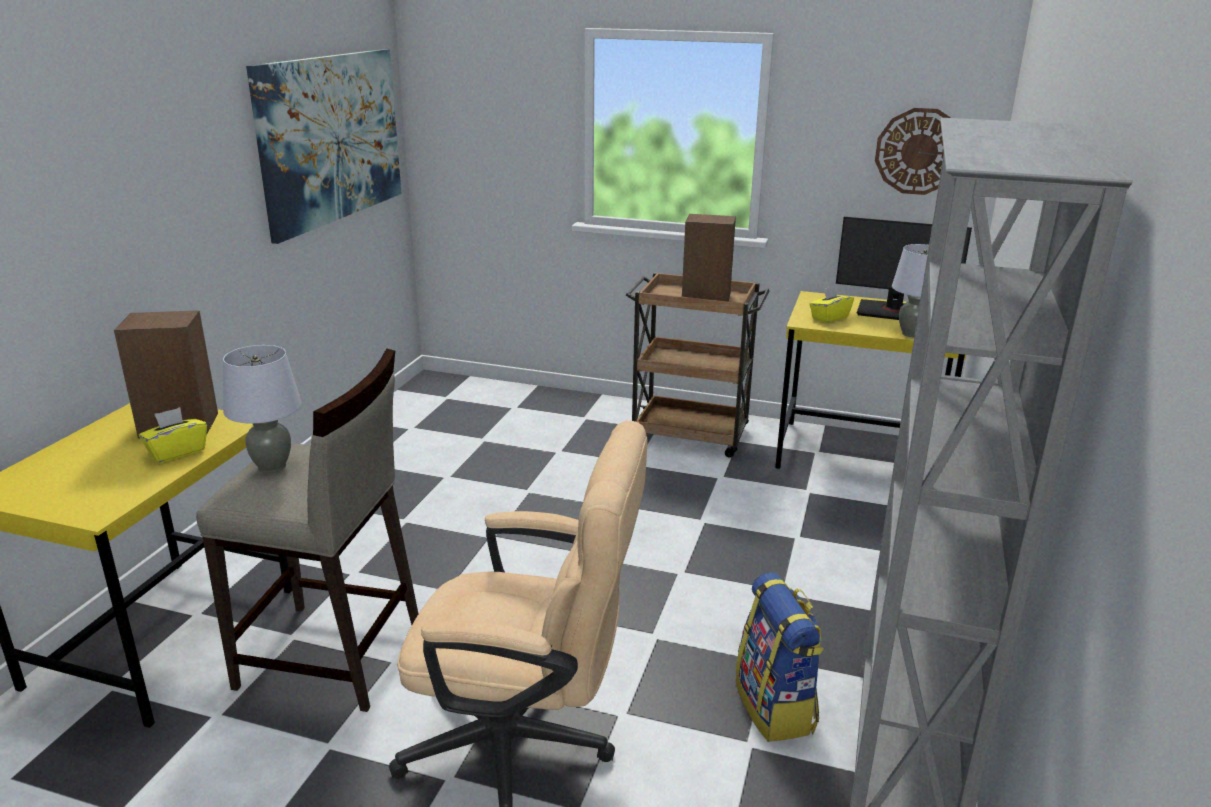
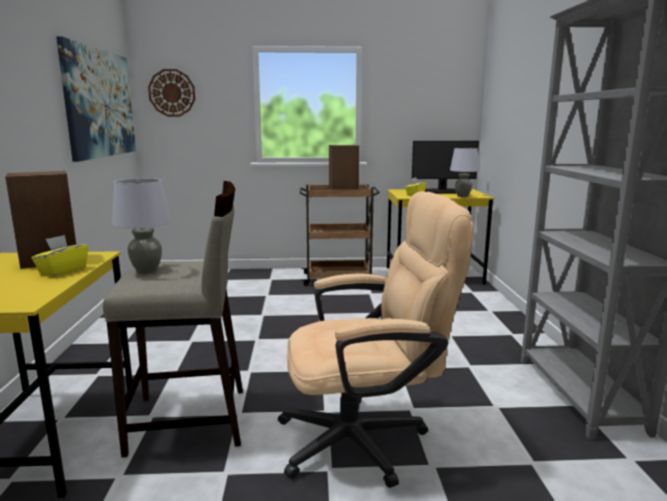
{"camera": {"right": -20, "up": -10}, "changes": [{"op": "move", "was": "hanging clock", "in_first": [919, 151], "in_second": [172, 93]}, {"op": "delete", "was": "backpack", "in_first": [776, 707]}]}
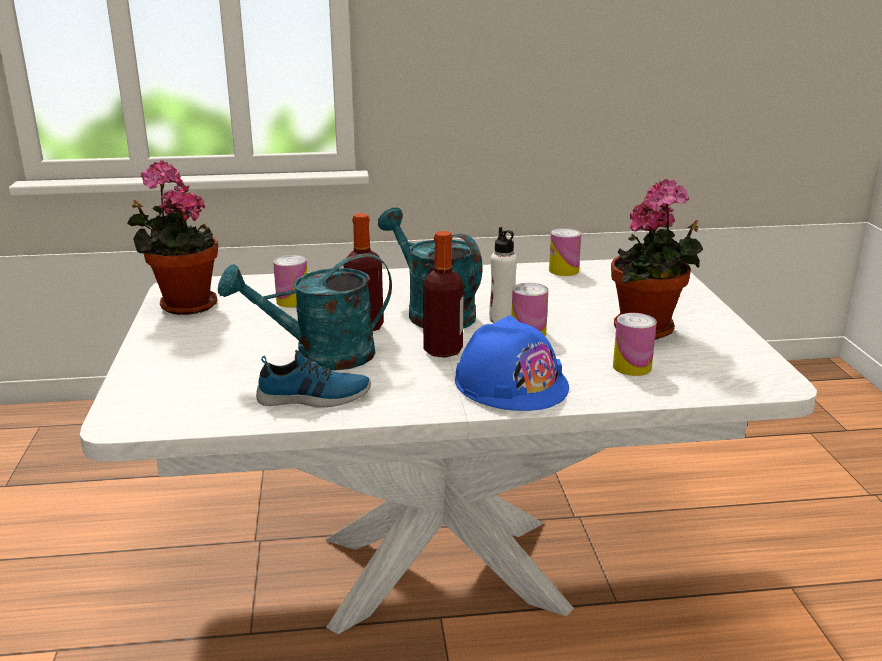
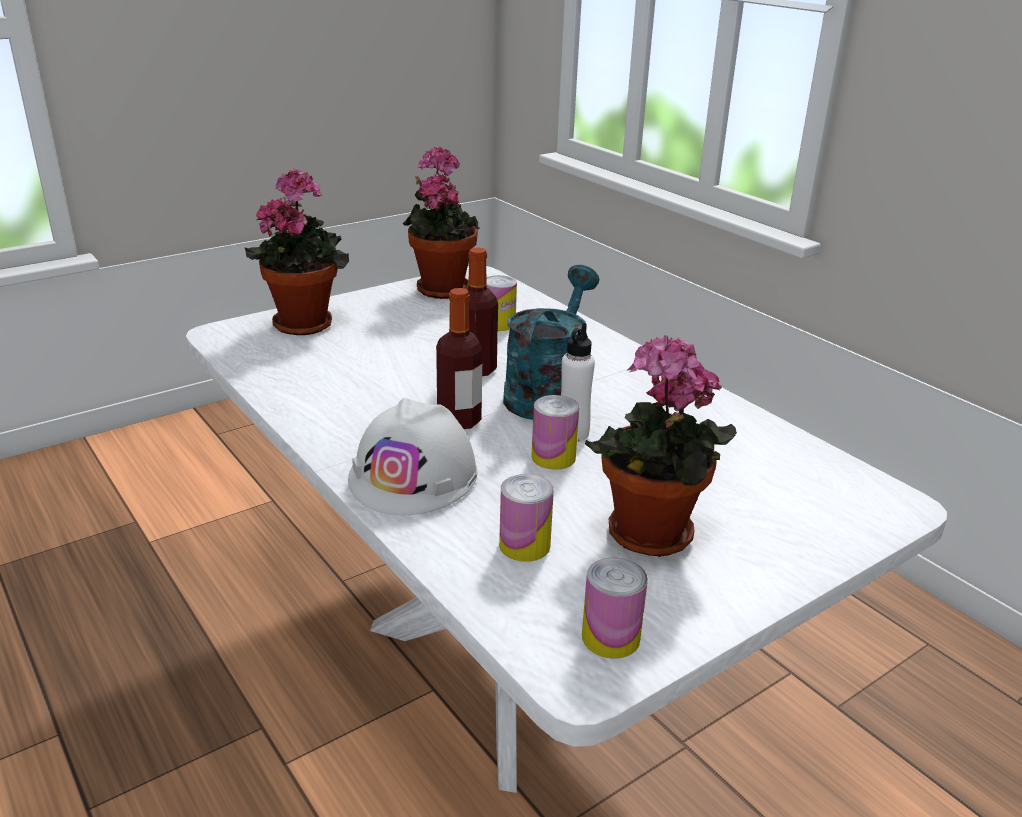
{"camera": {"right": 60, "up": 5}, "changes": [{"op": "move", "was": "can", "in_first": [563, 270], "in_second": [610, 637]}, {"op": "delete", "was": "blue-green sprinkling can", "in_first": [320, 356]}, {"op": "recolor", "was": "blue work helmet", "now": "white-coloured work helmet", "in_first": [511, 383], "in_second": [414, 476]}, {"op": "delete", "was": "shoe", "in_first": [314, 398]}, {"op": "insert", "now": "houseplant", "in_second": [305, 322]}]}
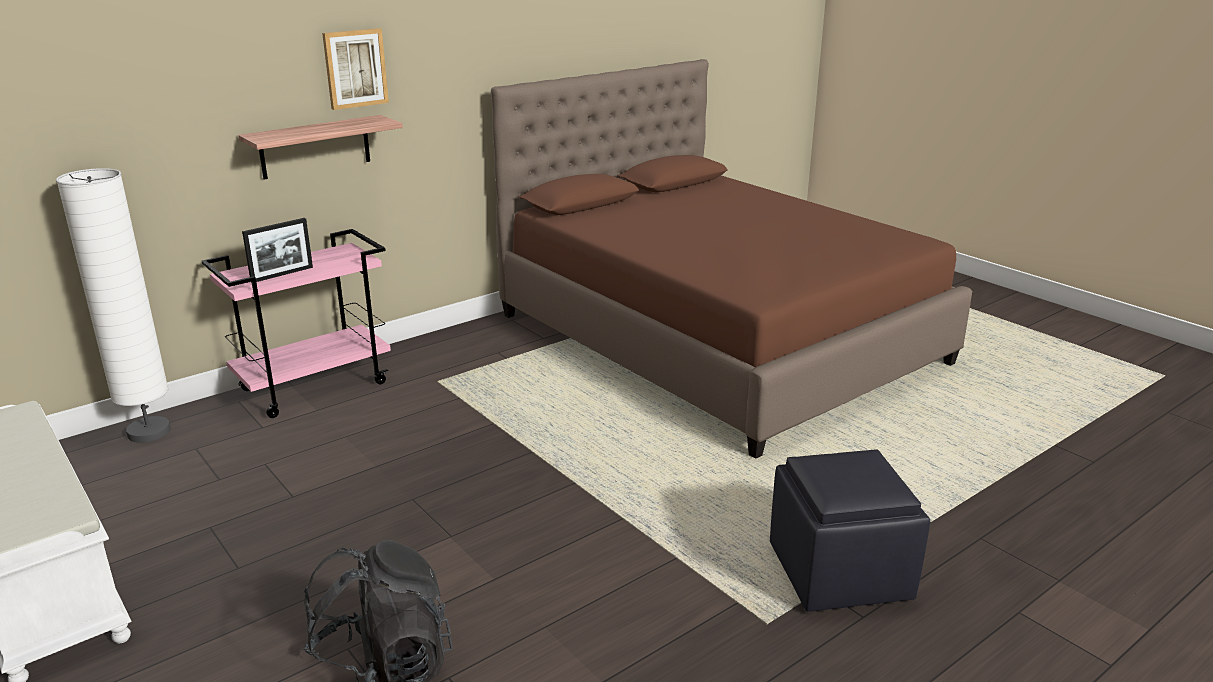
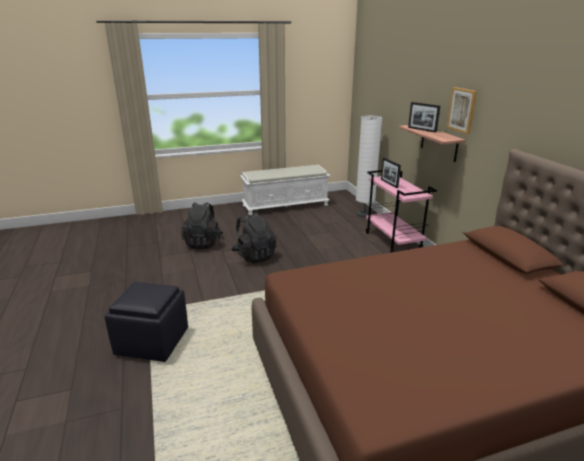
{"camera": {"right": 110, "up": 0}, "changes": [{"op": "insert", "now": "photo frame", "in_second": [422, 130]}, {"op": "insert", "now": "blackish backpack", "in_second": [254, 256]}]}
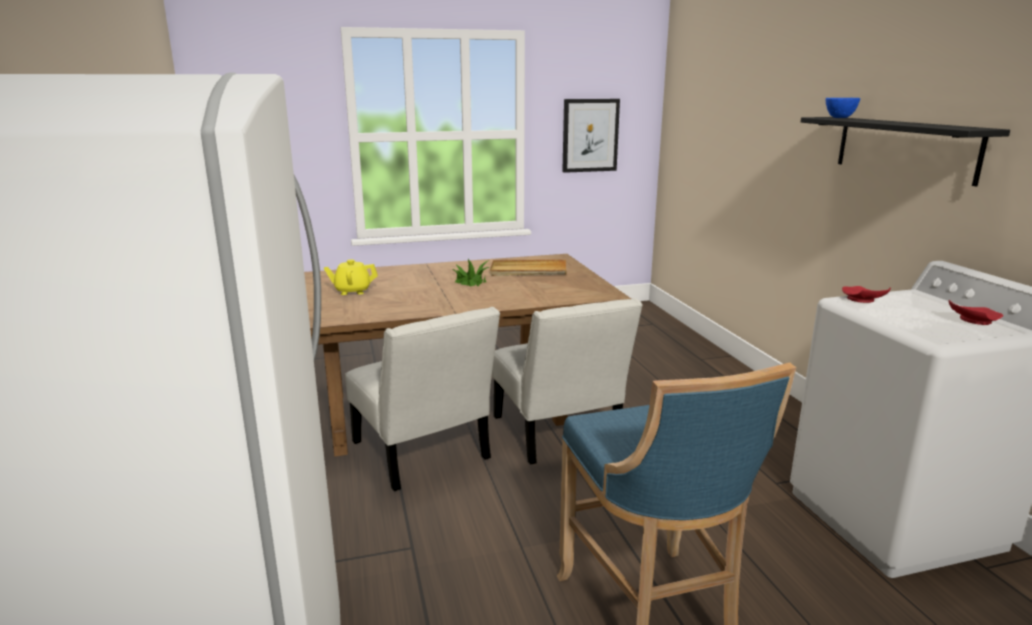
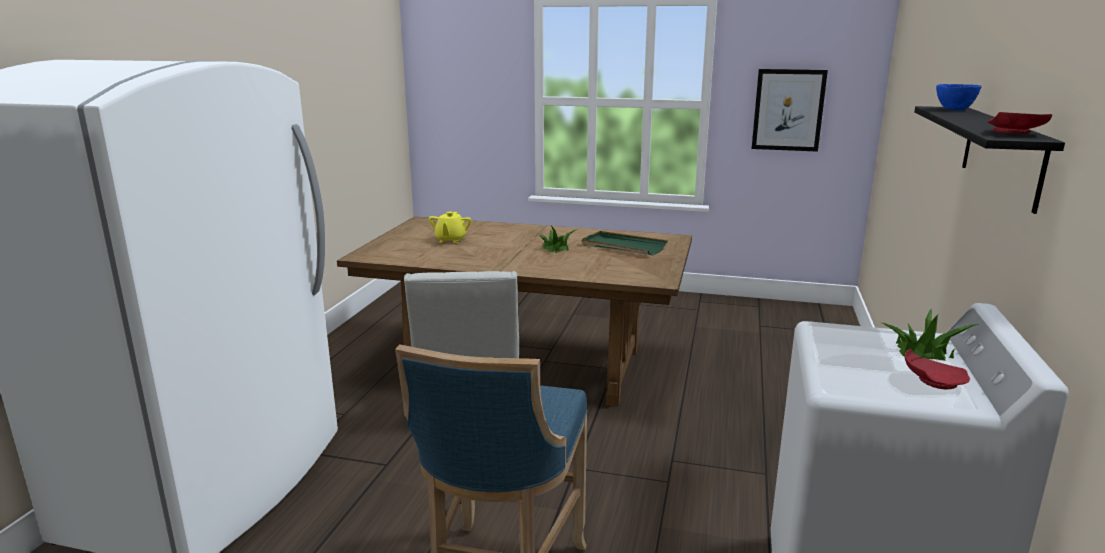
{"camera": {"right": 30, "up": 0}, "changes": [{"op": "recolor", "was": "beige-coloured serving tray", "now": "greenish serving tray", "in_first": [528, 271], "in_second": [623, 246]}, {"op": "rotate", "was": "yellow-coloured pot for tea", "in_first": [352, 291], "in_second": [450, 240], "clockwise": -105}, {"op": "move", "was": "red plate", "in_first": [862, 300], "in_second": [1012, 133]}, {"op": "delete", "was": "white-coloured plain chair", "in_first": [558, 435]}, {"op": "insert", "now": "houseplant", "in_second": [923, 351]}]}
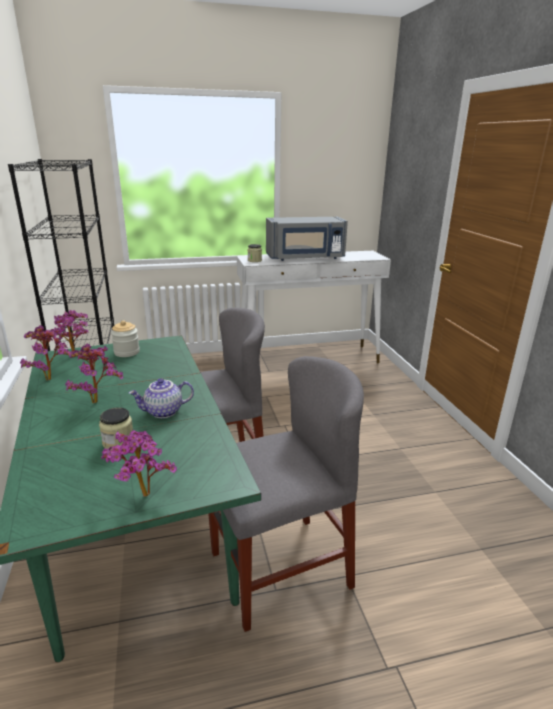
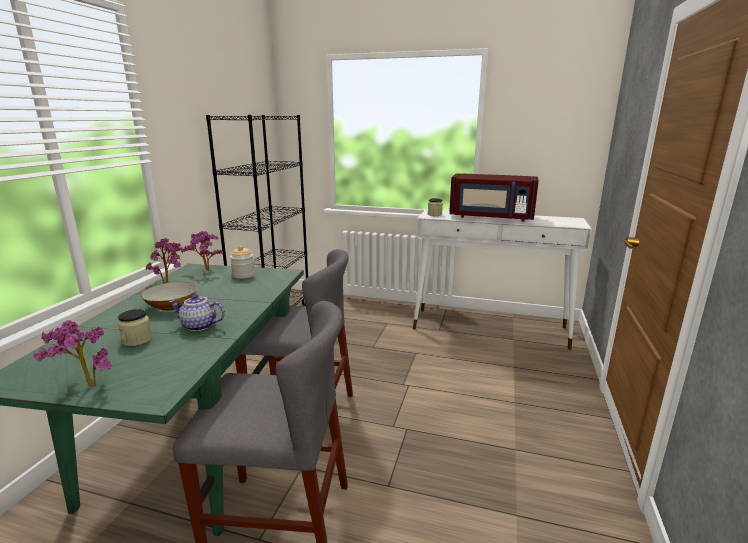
{"camera": {"right": 30, "up": -5}, "changes": [{"op": "recolor", "was": "gray kitchen microwave", "now": "red kitchen microwave", "in_first": [305, 258], "in_second": [491, 217]}, {"op": "replace", "was": "houseplant", "now": "serving bowl", "in_first": [97, 400], "in_second": [171, 306]}]}
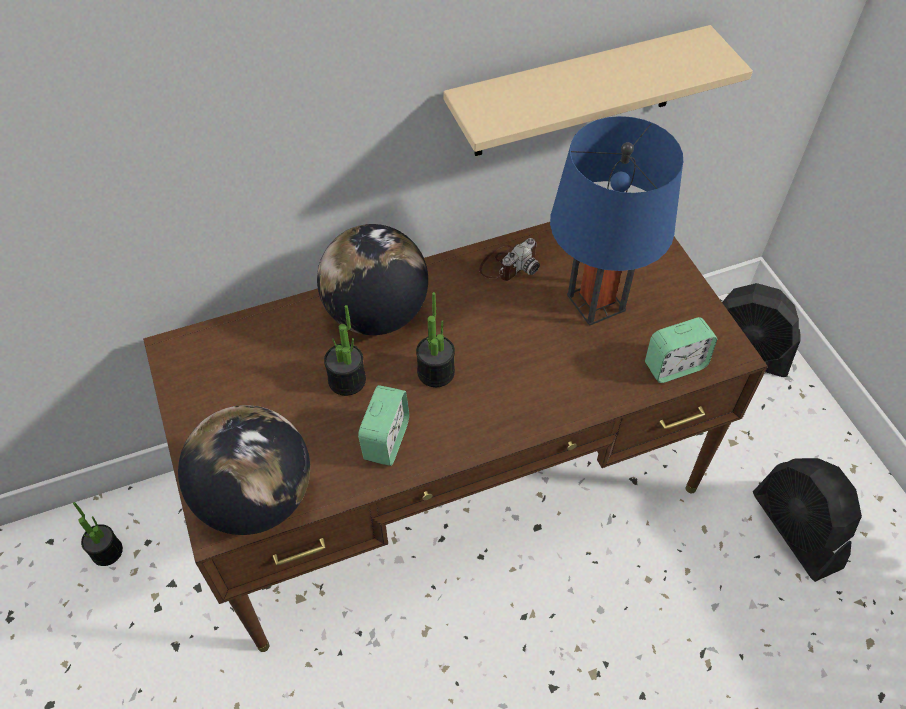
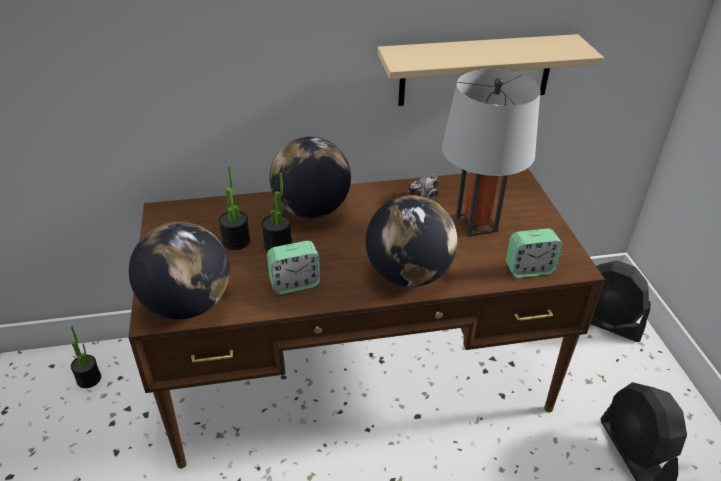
{"camera": {"right": 10, "up": -15}, "changes": [{"op": "recolor", "was": "blue lamp for a table", "now": "gray lamp for a table", "in_first": [595, 302], "in_second": [476, 224]}, {"op": "move", "was": "houseplant", "in_first": [436, 372], "in_second": [236, 241]}, {"op": "rotate", "was": "table clock", "in_first": [386, 440], "in_second": [295, 283], "clockwise": 45}, {"op": "insert", "now": "world globe", "in_second": [408, 274]}]}
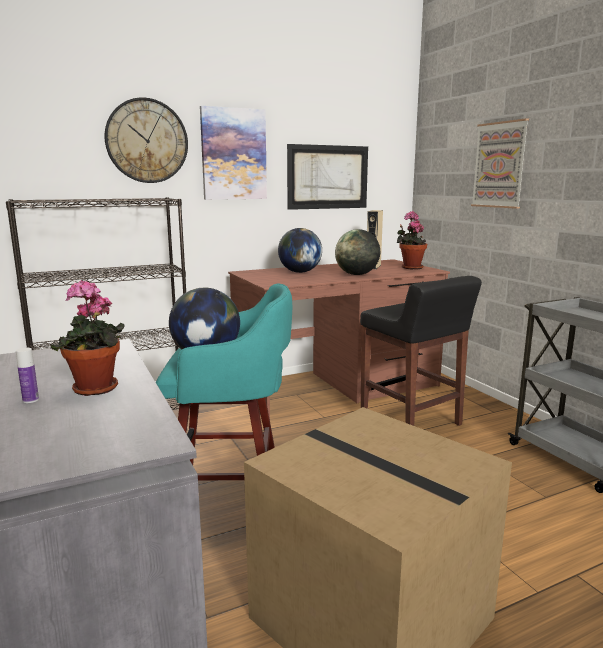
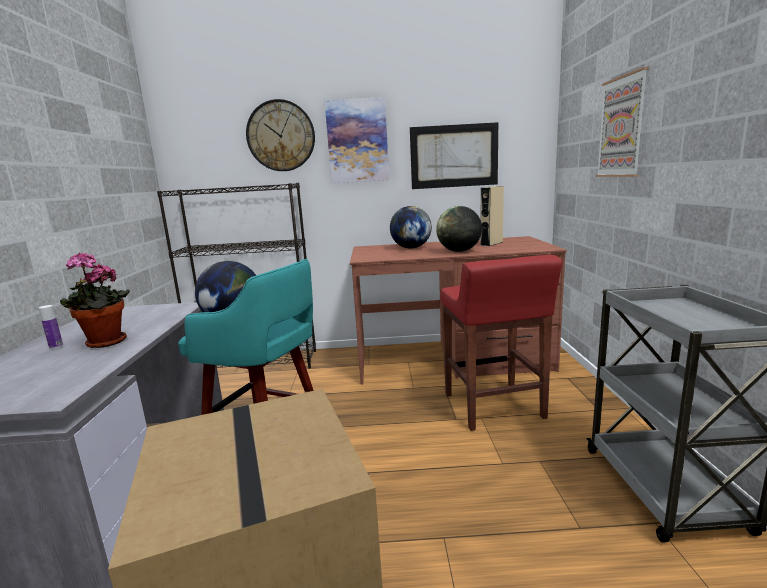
{"camera": {"right": 25, "up": 0}, "changes": [{"op": "delete", "was": "houseplant", "in_first": [410, 267]}, {"op": "recolor", "was": "blackish sitting stool", "now": "red sitting stool", "in_first": [411, 422], "in_second": [493, 407]}]}
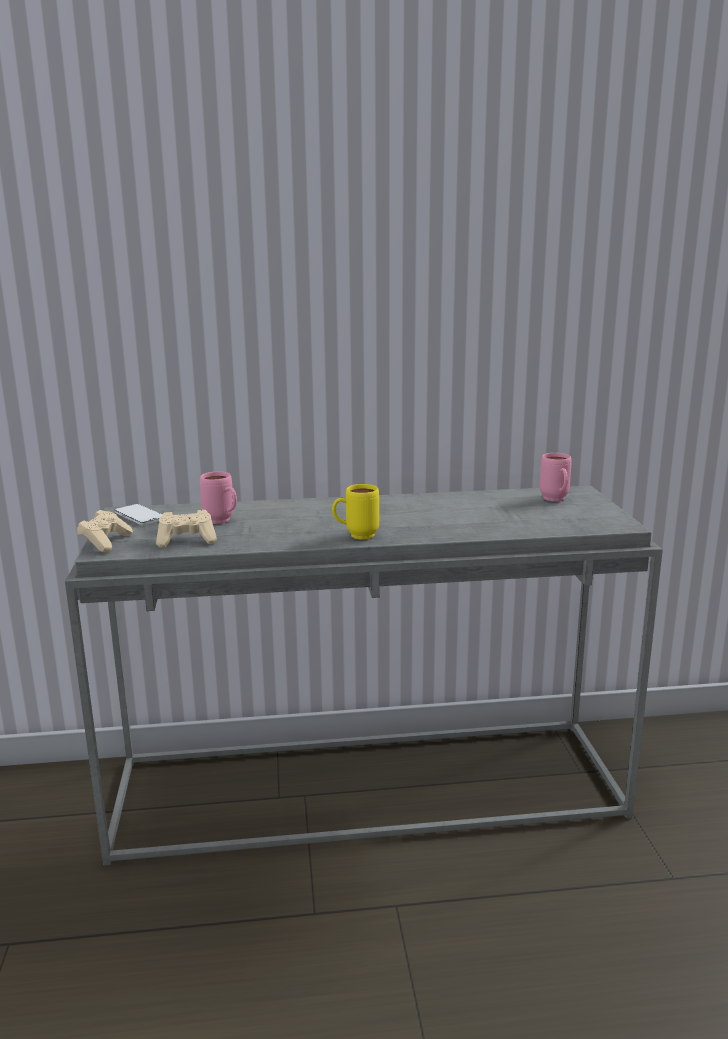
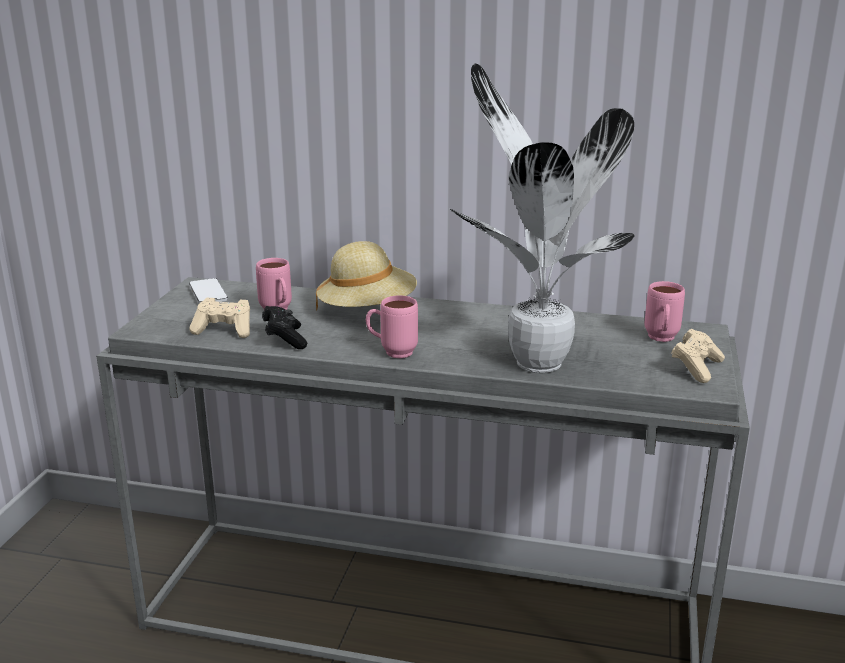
{"camera": {"right": 20, "up": 5}, "changes": [{"op": "recolor", "was": "yellow-coloured tea mug", "now": "pinkish tea mug", "in_first": [355, 536], "in_second": [392, 352]}, {"op": "move", "was": "beige-coloured game controller", "in_first": [105, 542], "in_second": [696, 368]}, {"op": "insert", "now": "houseplant", "in_second": [534, 362]}, {"op": "insert", "now": "beige-coloured wearable hat", "in_second": [367, 310]}, {"op": "insert", "now": "blackish game controller", "in_second": [284, 339]}]}
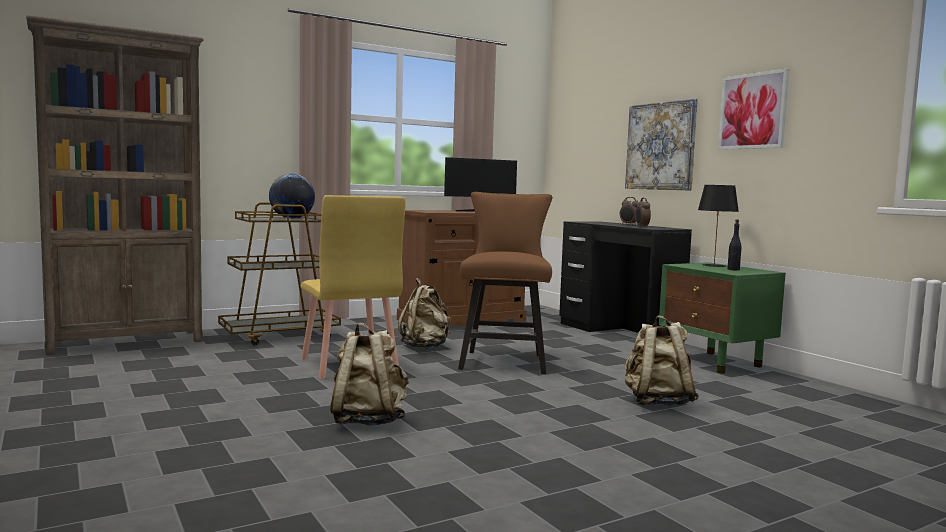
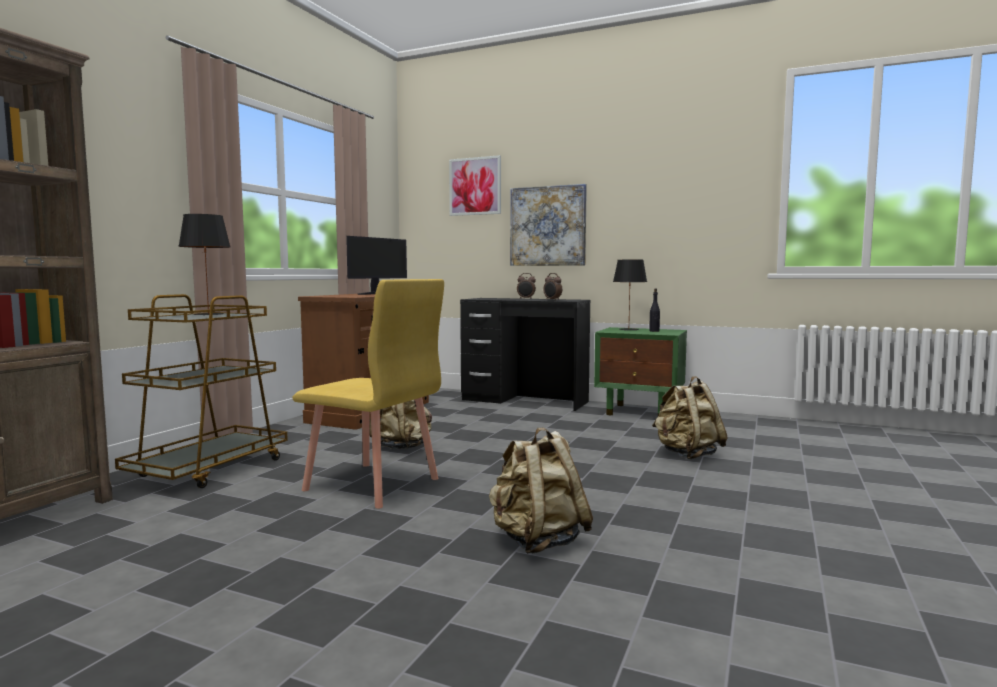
{"camera": {"right": -35, "up": 0}, "changes": [{"op": "move", "was": "picture", "in_first": [753, 111], "in_second": [475, 186]}, {"op": "replace", "was": "world globe", "now": "blackish lamp for a table", "in_first": [292, 218], "in_second": [208, 314]}, {"op": "delete", "was": "brown-coloured plain chair", "in_first": [504, 360]}]}
